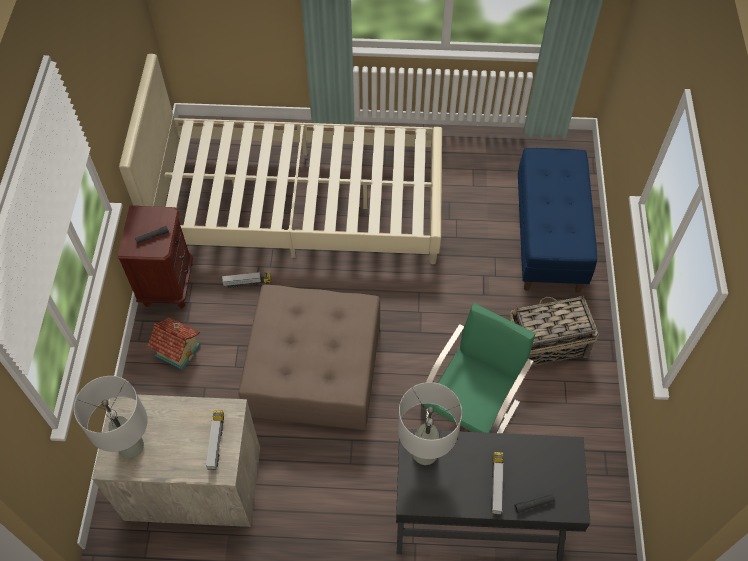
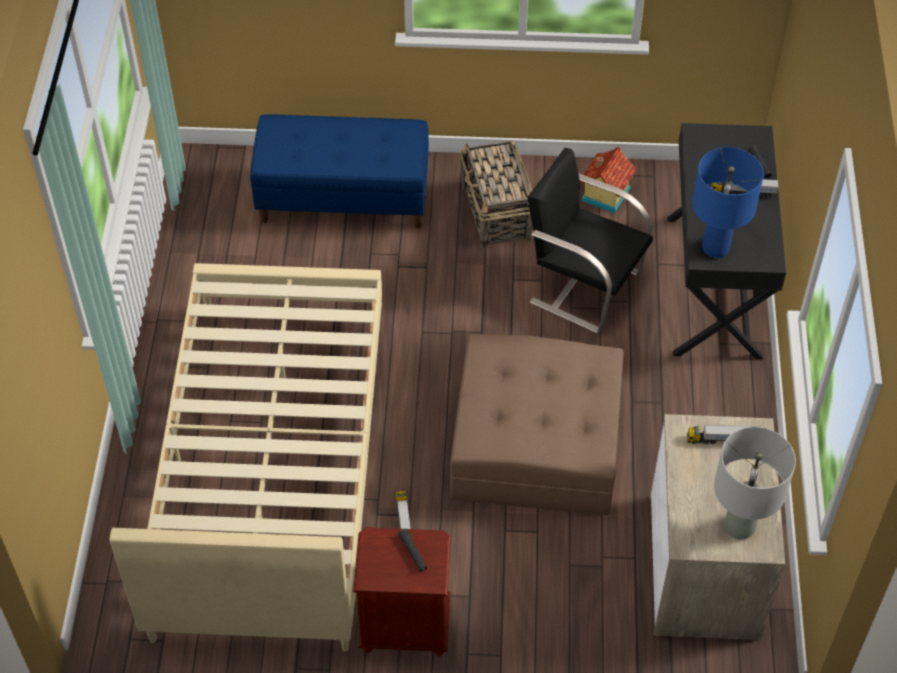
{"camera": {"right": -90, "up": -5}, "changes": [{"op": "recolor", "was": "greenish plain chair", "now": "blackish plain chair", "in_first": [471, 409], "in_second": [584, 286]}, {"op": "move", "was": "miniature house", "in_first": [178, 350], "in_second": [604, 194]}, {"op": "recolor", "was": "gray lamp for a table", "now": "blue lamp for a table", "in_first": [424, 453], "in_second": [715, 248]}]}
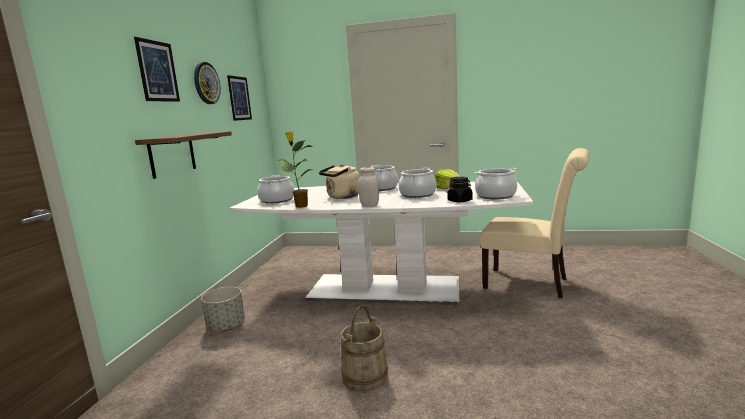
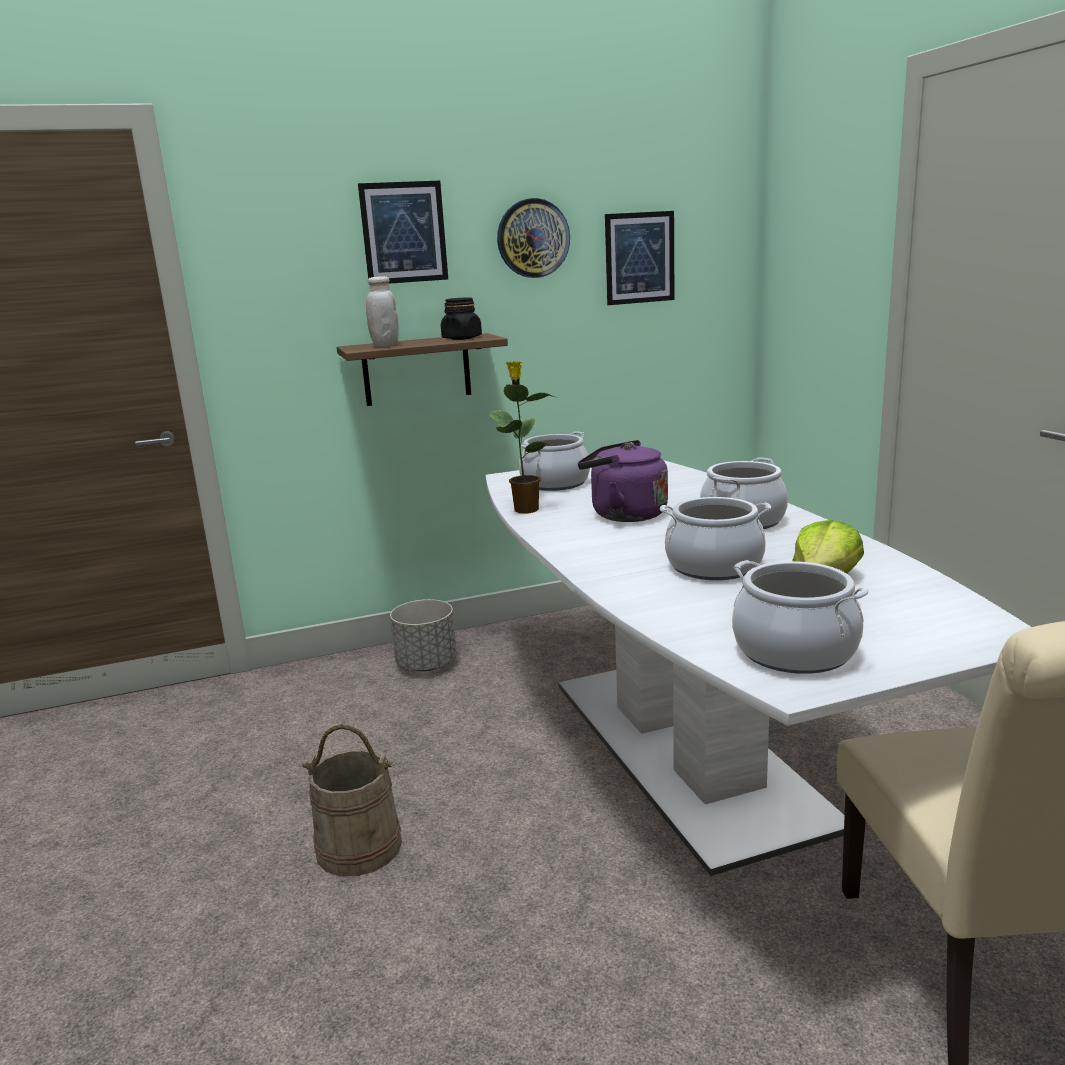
{"camera": {"right": 60, "up": 5}, "changes": [{"op": "recolor", "was": "beige-coloured kettle", "now": "purple-coloured kettle", "in_first": [342, 197], "in_second": [623, 515]}, {"op": "move", "was": "white-coloured storage jar", "in_first": [369, 205], "in_second": [385, 345]}, {"op": "move", "was": "blackish storage jar", "in_first": [460, 201], "in_second": [461, 338]}]}
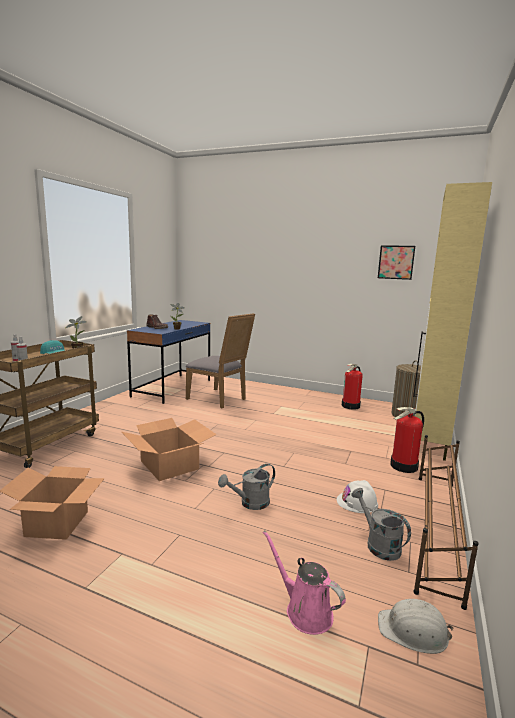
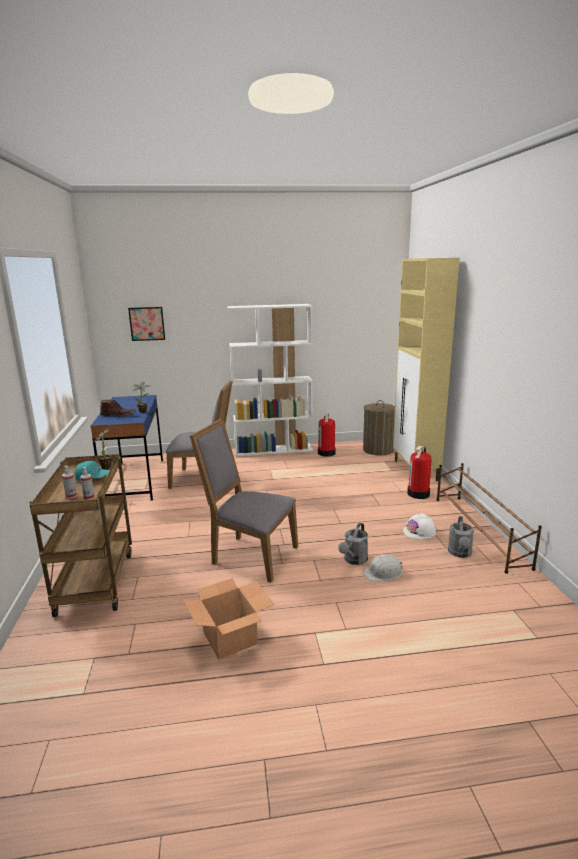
{"camera": {"right": -30, "up": 5}, "changes": [{"op": "move", "was": "picture", "in_first": [396, 262], "in_second": [147, 323]}, {"op": "replace", "was": "cardboard box", "now": "gray plain chair", "in_first": [170, 464], "in_second": [250, 555]}, {"op": "rotate", "was": "gray sprinkling can", "in_first": [378, 544], "in_second": [460, 553], "clockwise": -105}, {"op": "delete", "was": "pinkish sprinkling can", "in_first": [305, 610]}, {"op": "move", "was": "white-coloured work helmet", "in_first": [413, 631], "in_second": [383, 573]}, {"op": "insert", "now": "white-coloured shelving unit", "in_second": [273, 449]}]}
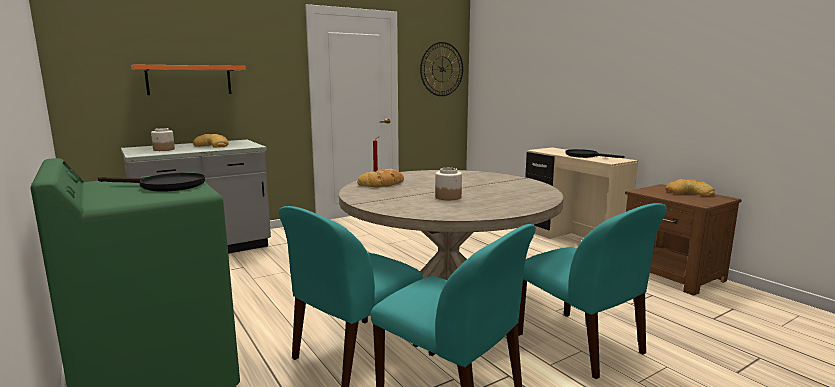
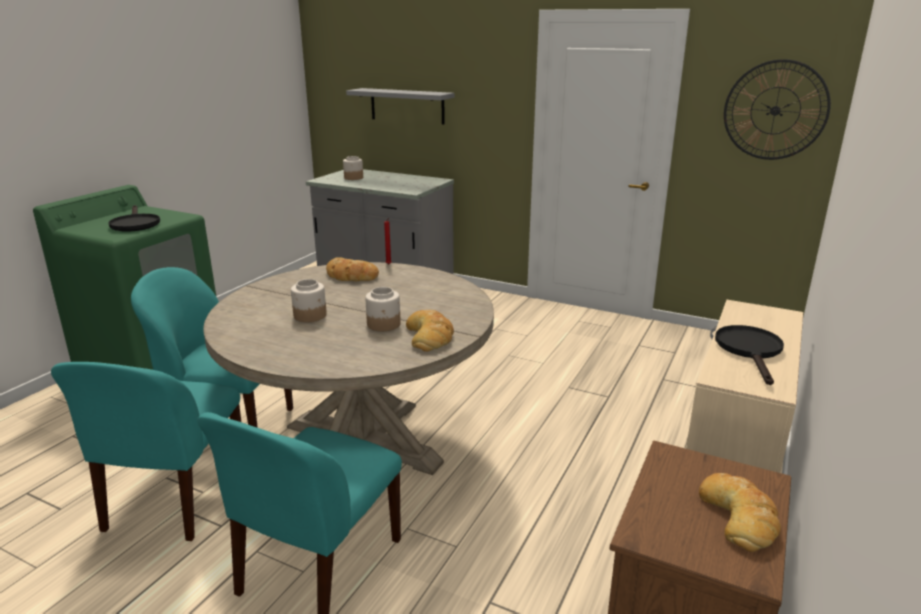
{"camera": {"right": 60, "up": 10}, "changes": [{"op": "recolor", "was": "orangey shelf", "now": "gray shelf", "in_first": [189, 80], "in_second": [407, 106]}, {"op": "move", "was": "baked bread", "in_first": [212, 146], "in_second": [430, 335]}, {"op": "insert", "now": "storage jar", "in_second": [384, 324]}]}
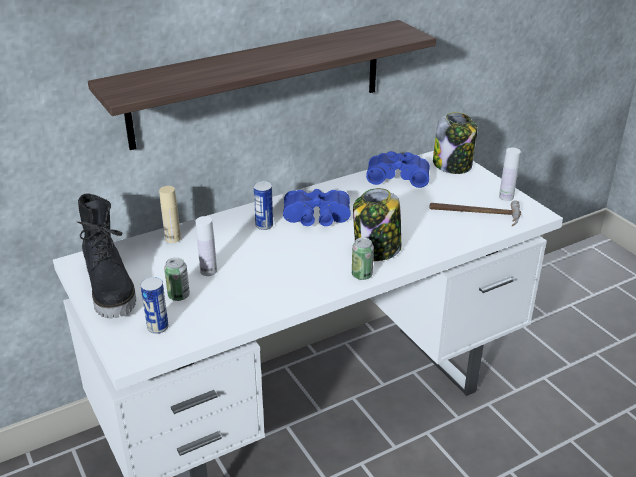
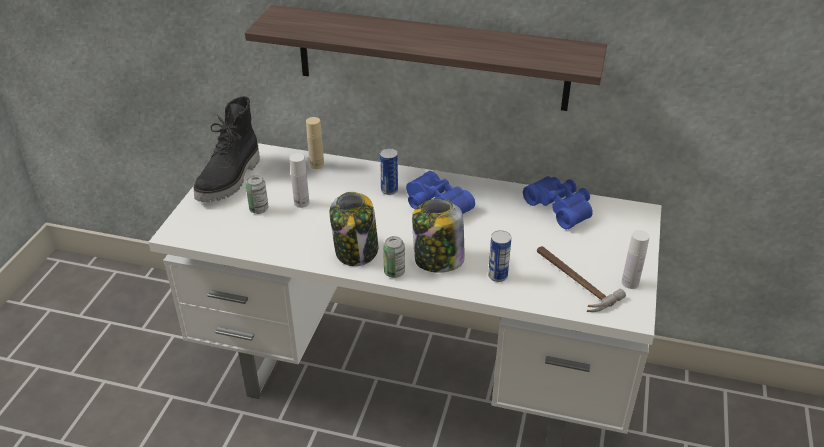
{"camera": {"right": 45, "up": 5}, "changes": [{"op": "move", "was": "storage jar", "in_first": [453, 165], "in_second": [356, 251]}, {"op": "move", "was": "can", "in_first": [158, 327], "in_second": [497, 276]}]}
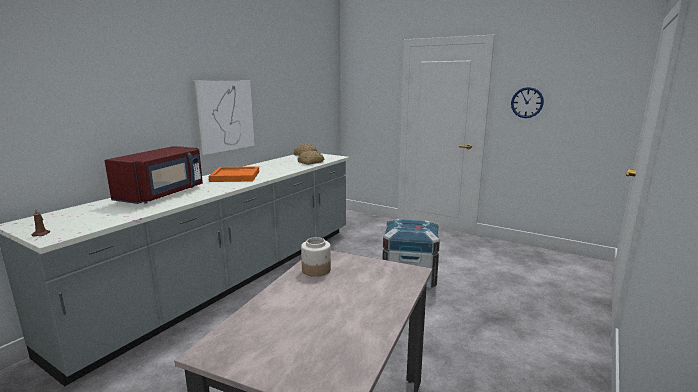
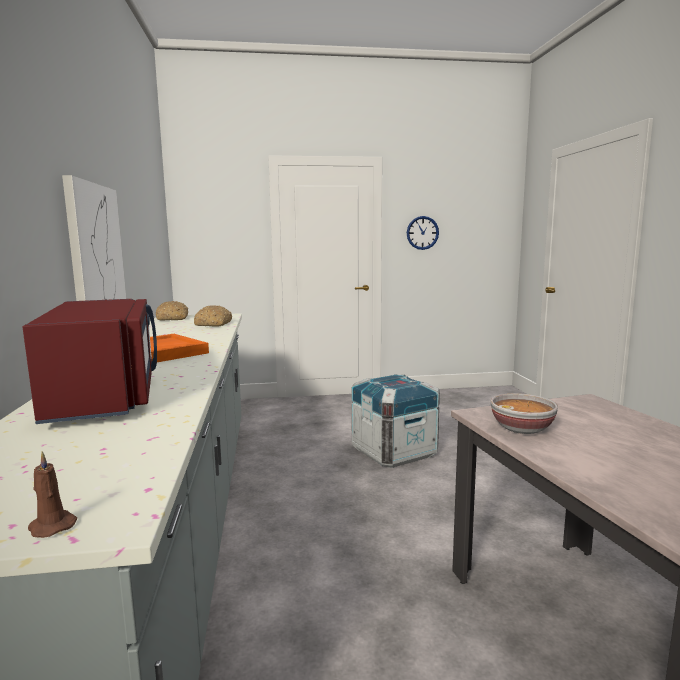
{"camera": {"right": -40, "up": -5}, "changes": [{"op": "replace", "was": "storage jar", "now": "serving bowl", "in_first": [316, 270], "in_second": [522, 428]}]}
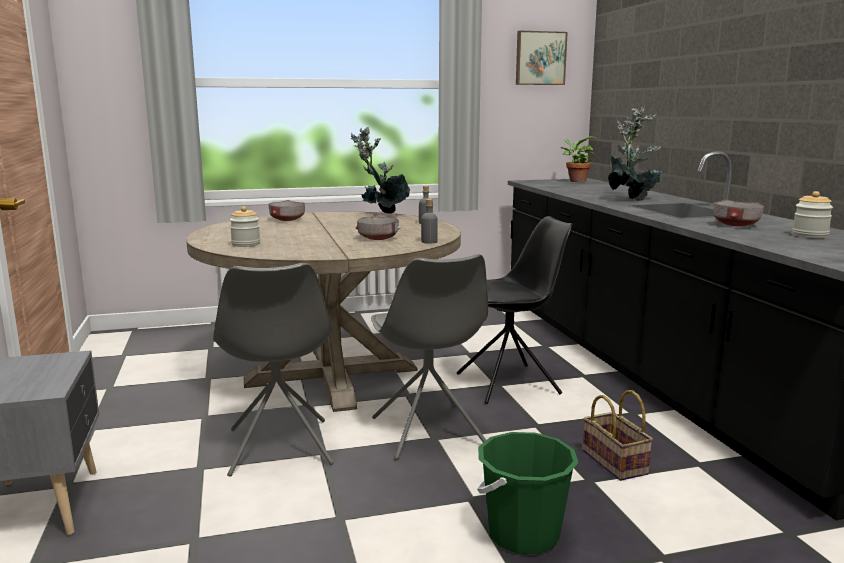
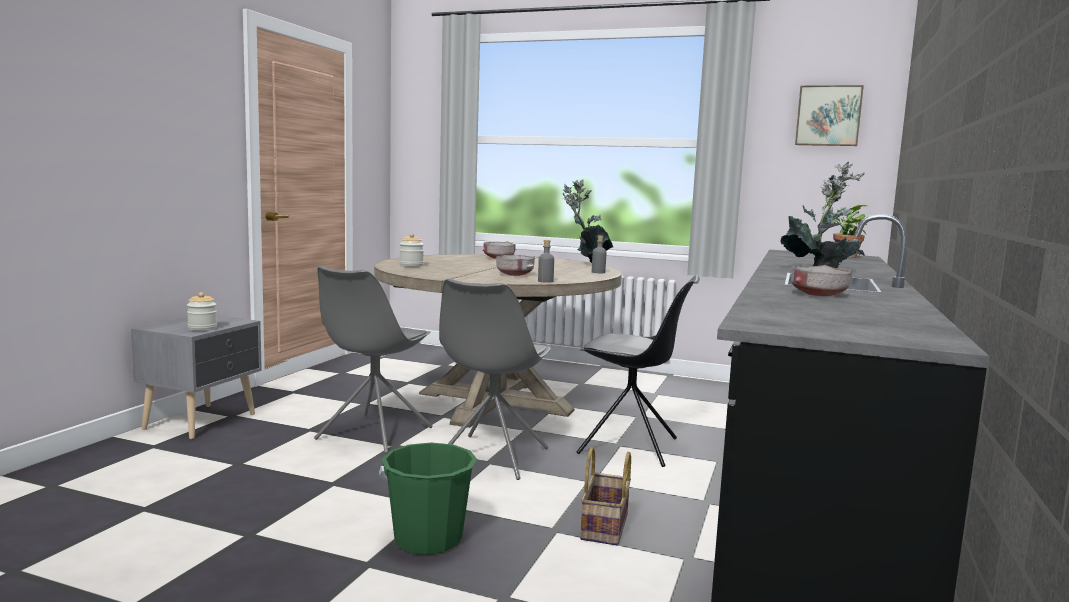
{"camera": {"right": 35, "up": -5}, "changes": [{"op": "move", "was": "storage jar", "in_first": [810, 235], "in_second": [202, 328]}]}
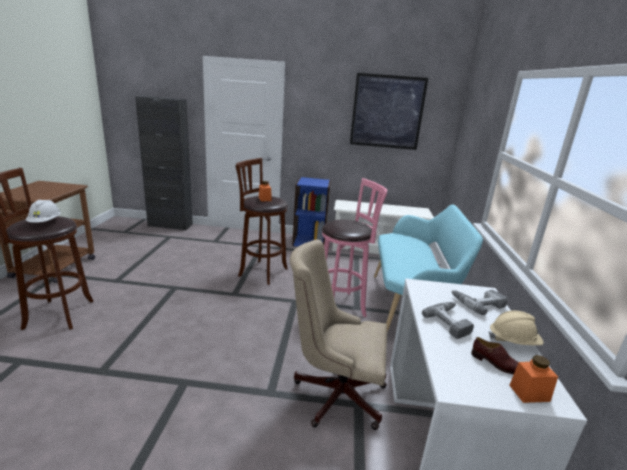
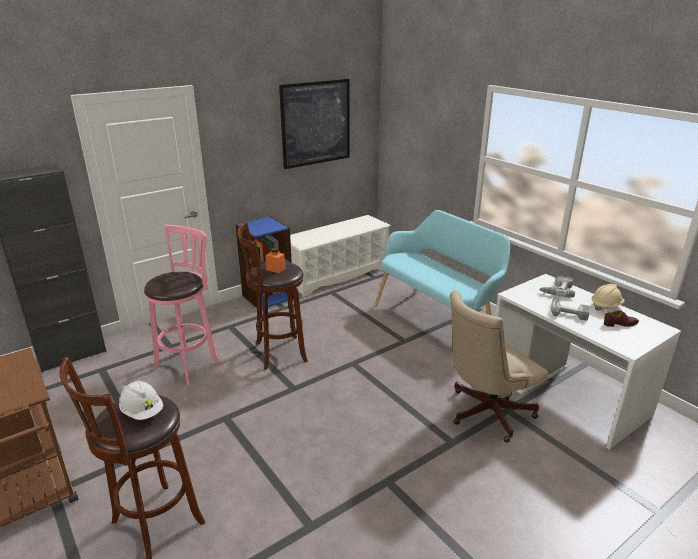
{"camera": {"right": -40, "up": 5}, "changes": [{"op": "move", "was": "pinkish sitting stool", "in_first": [342, 306], "in_second": [189, 364]}, {"op": "delete", "was": "orangey storage jar", "in_first": [529, 393]}]}
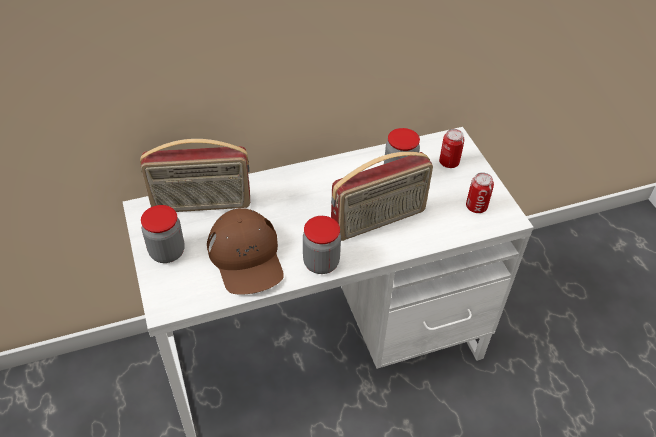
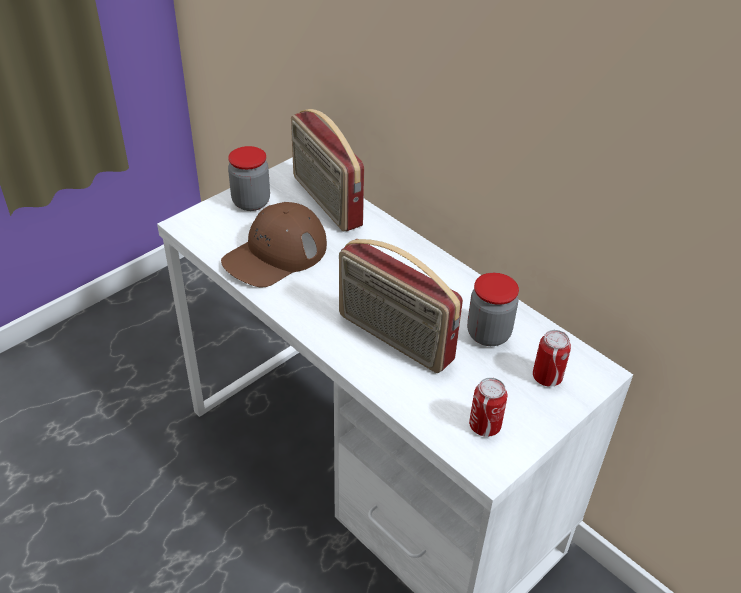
{"camera": {"right": 65, "up": -5}, "changes": [{"op": "delete", "was": "storage jar", "in_first": [321, 263]}]}
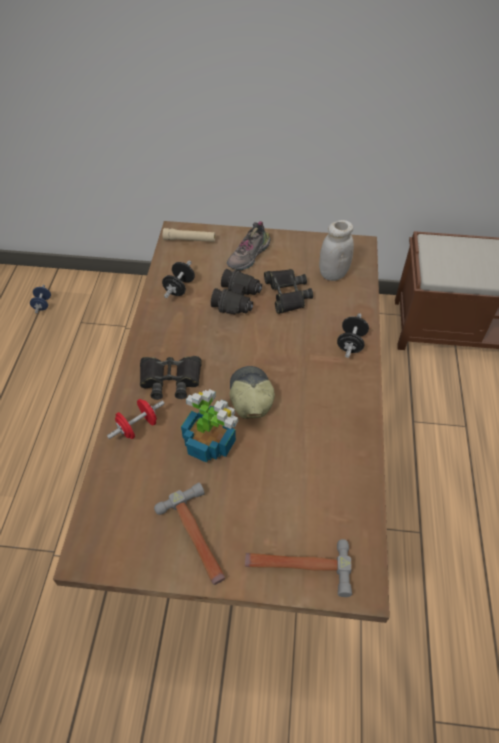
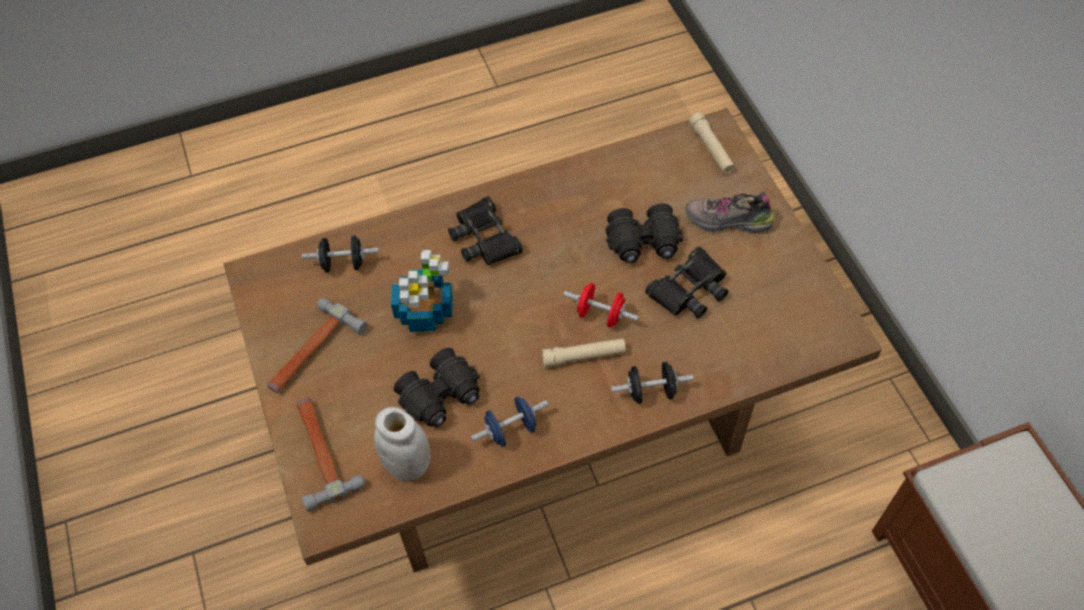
{"camera": {"right": 65, "up": 5}, "changes": [{"op": "move", "was": "white-coloured storage jar", "in_first": [333, 274], "in_second": [408, 464]}, {"op": "move", "was": "blackish free weight", "in_first": [179, 288], "in_second": [343, 264]}, {"op": "move", "was": "blue free weight", "in_first": [42, 304], "in_second": [511, 430]}, {"op": "delete", "was": "baseball cap", "in_first": [250, 396]}, {"op": "move", "was": "red free weight", "in_first": [138, 427], "in_second": [600, 314]}, {"op": "insert", "now": "beige-coloured hand torch", "in_second": [584, 356]}, {"op": "insert", "now": "blackish field glasses", "in_second": [441, 397]}]}
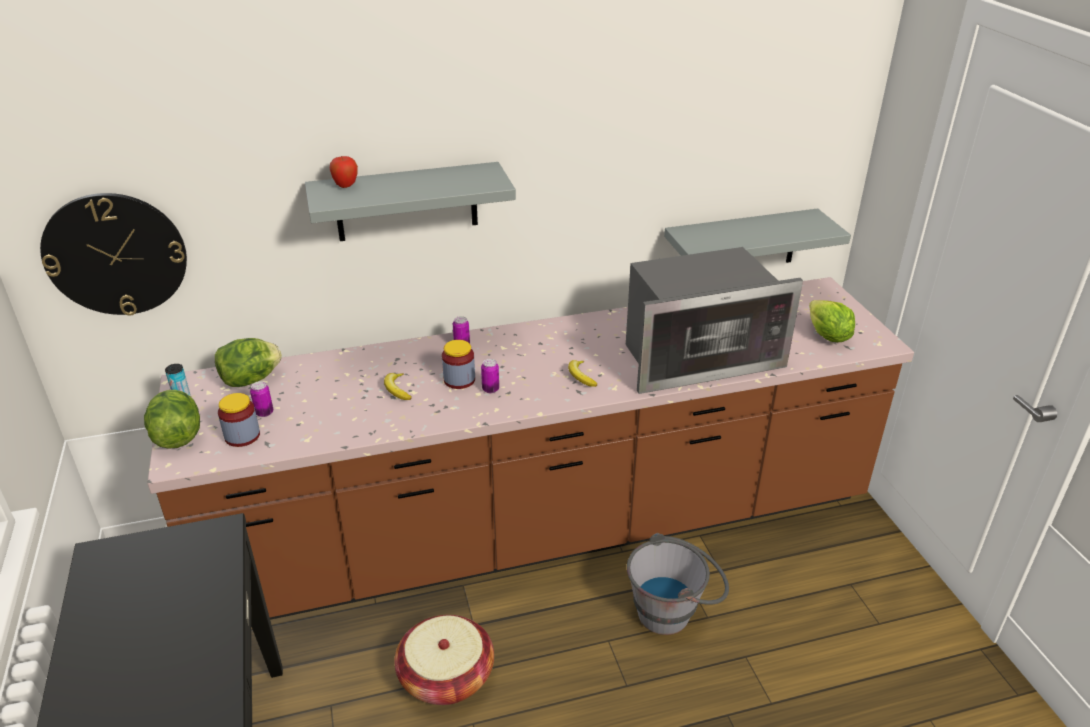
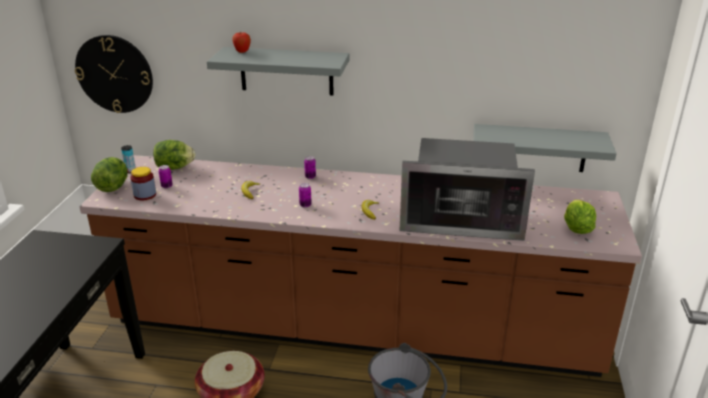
{"camera": {"right": 25, "up": -5}, "changes": [{"op": "delete", "was": "storage jar", "in_first": [459, 380]}]}
